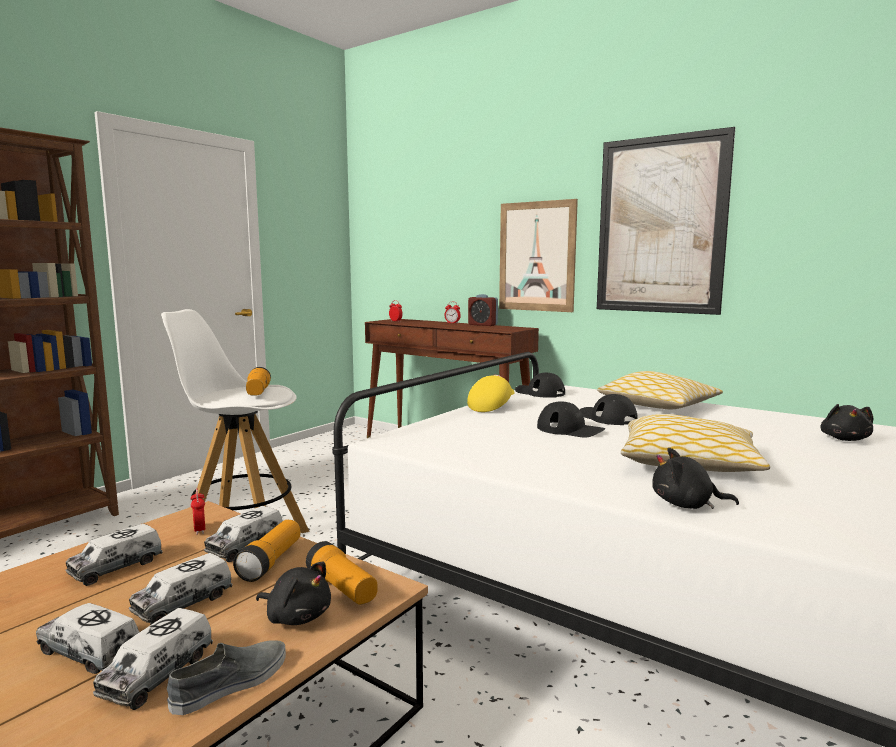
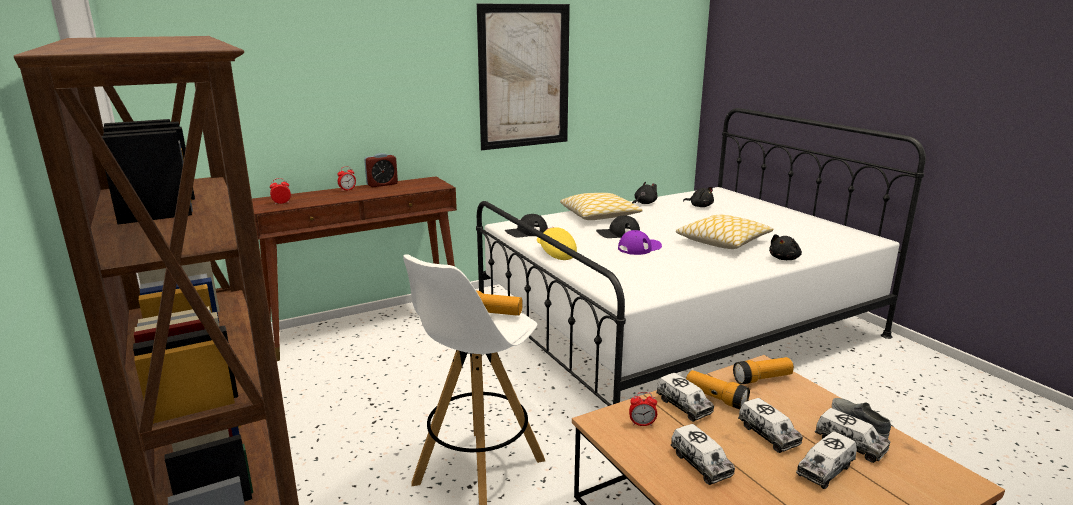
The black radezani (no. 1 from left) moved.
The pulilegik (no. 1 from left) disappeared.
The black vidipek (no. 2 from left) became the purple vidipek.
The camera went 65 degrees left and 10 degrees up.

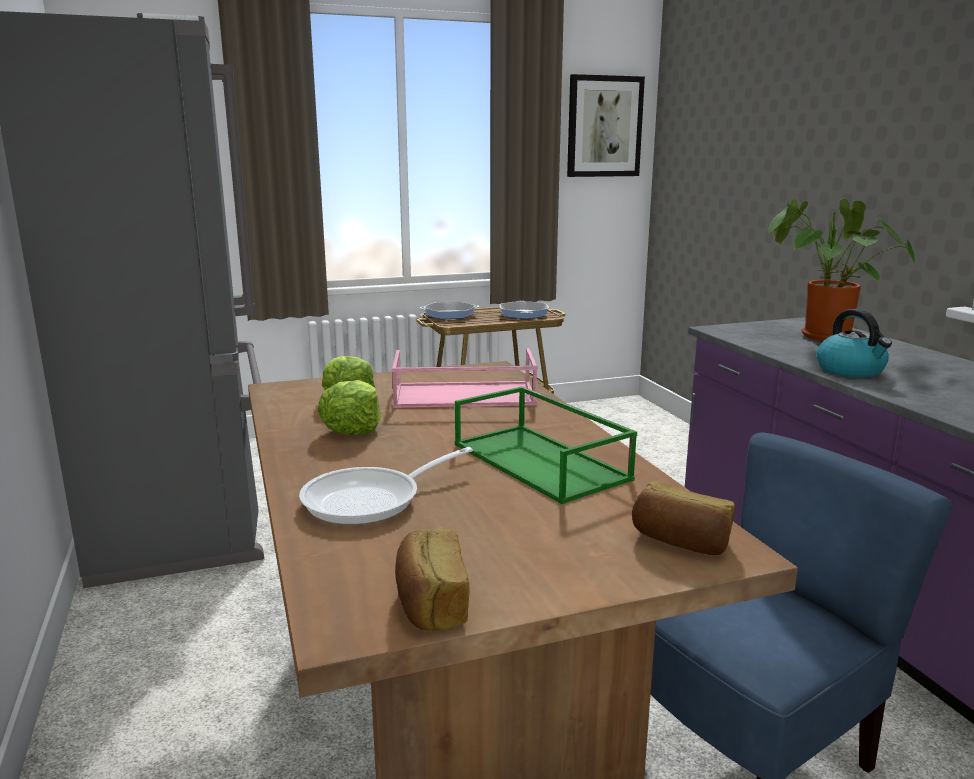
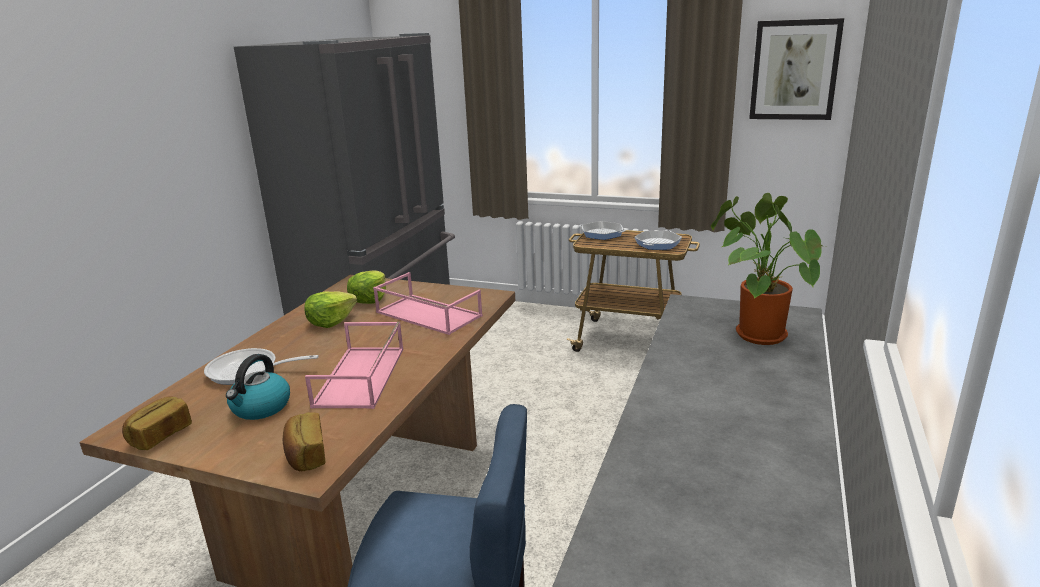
The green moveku became the pink moveku (no. 1 from left).
The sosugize moved.
The camera went 40 degrees right and 5 degrees up.

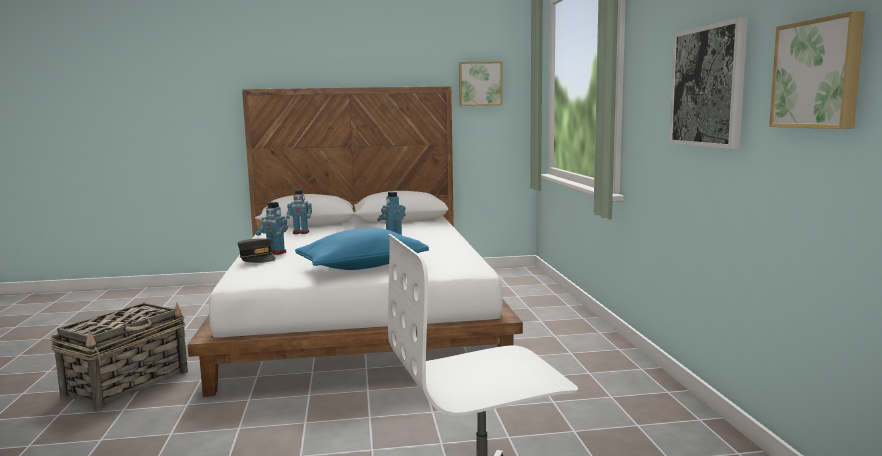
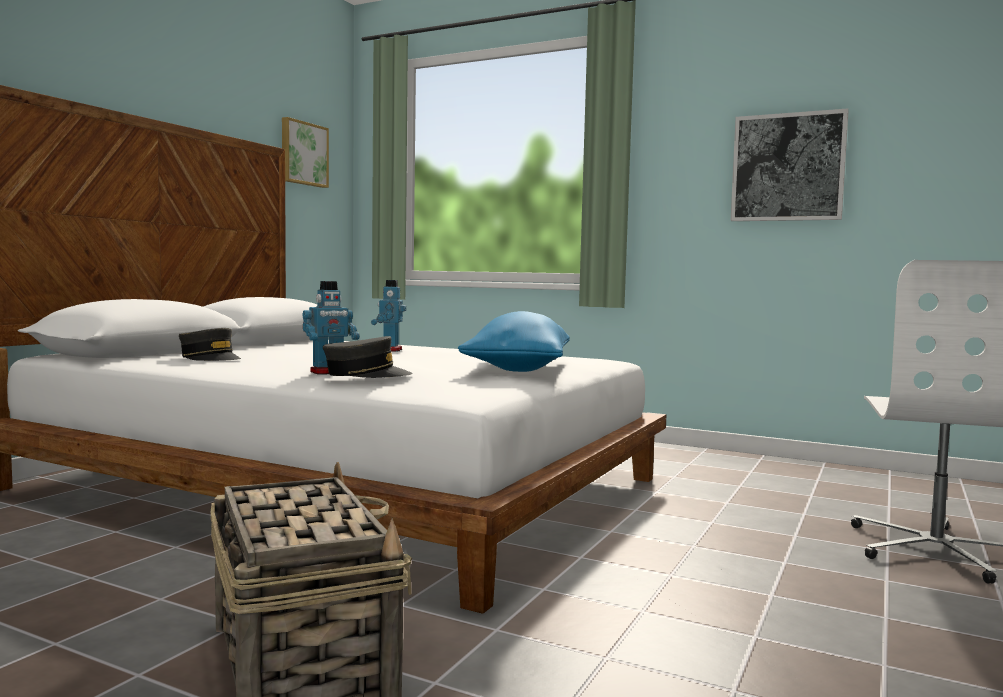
The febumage (no. 2 from left) was replaced by the grey vidipek (no. 1 from left).
The pulilegik (no. 3 from left) disappeared.
The camera went 55 degrees left and 5 degrees down.

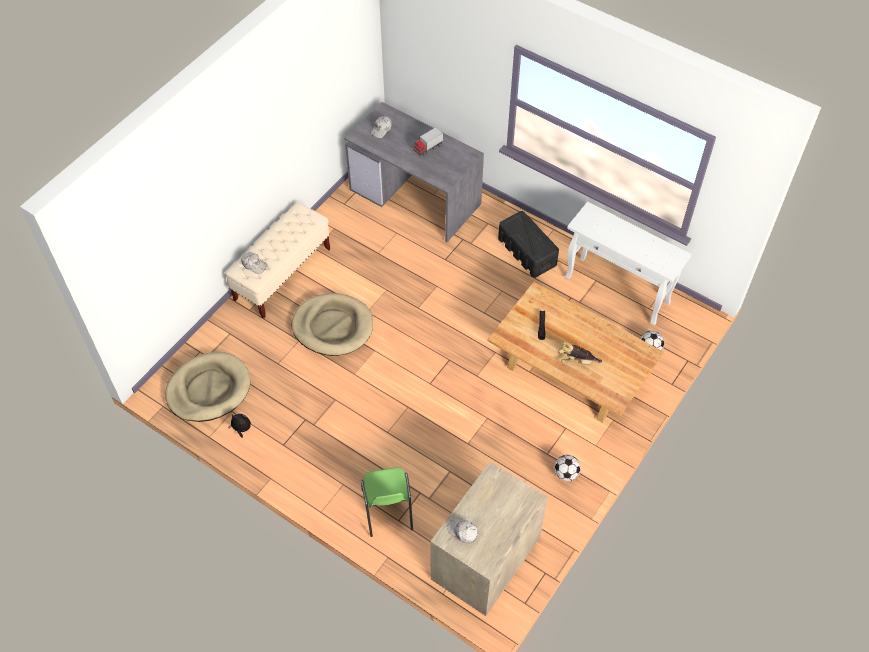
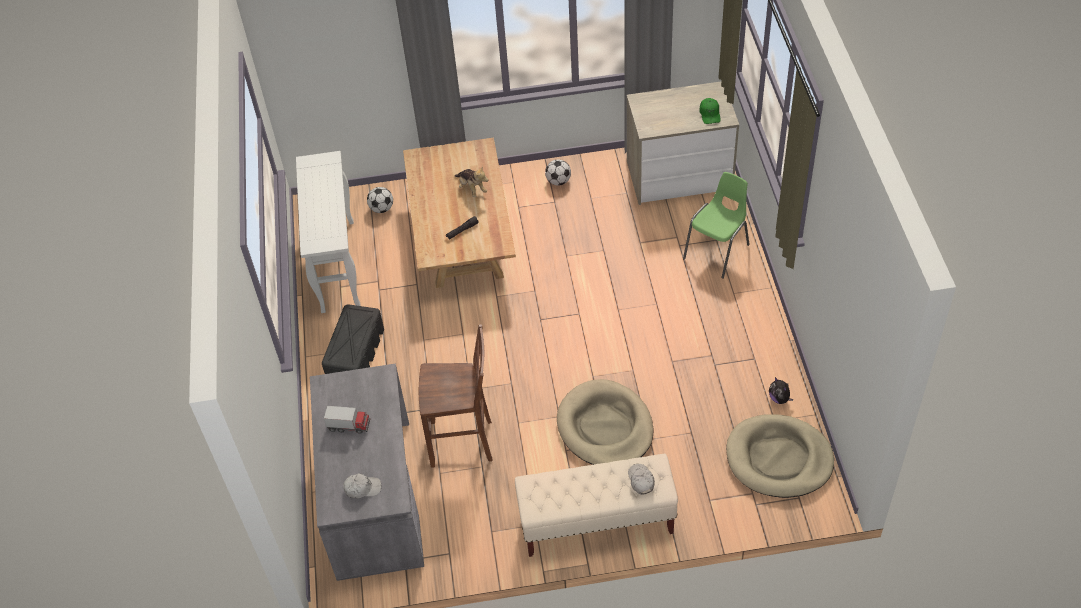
The white vidipek (no. 3 from left) became the green vidipek.
The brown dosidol appeared.
The camera went 130 degrees left and 5 degrees down.

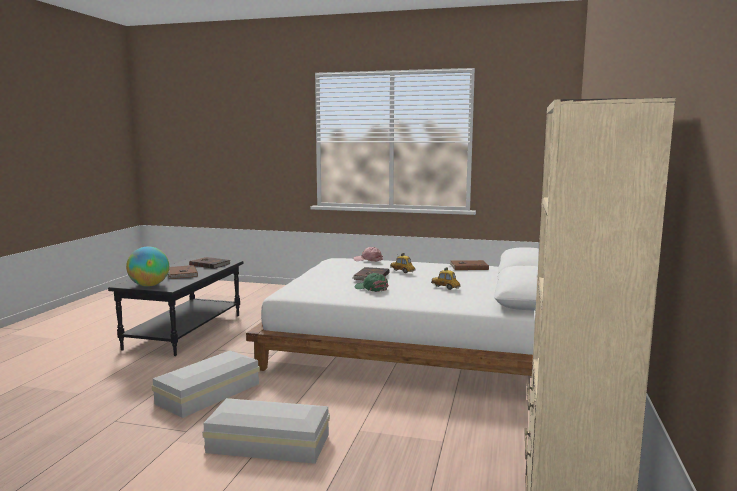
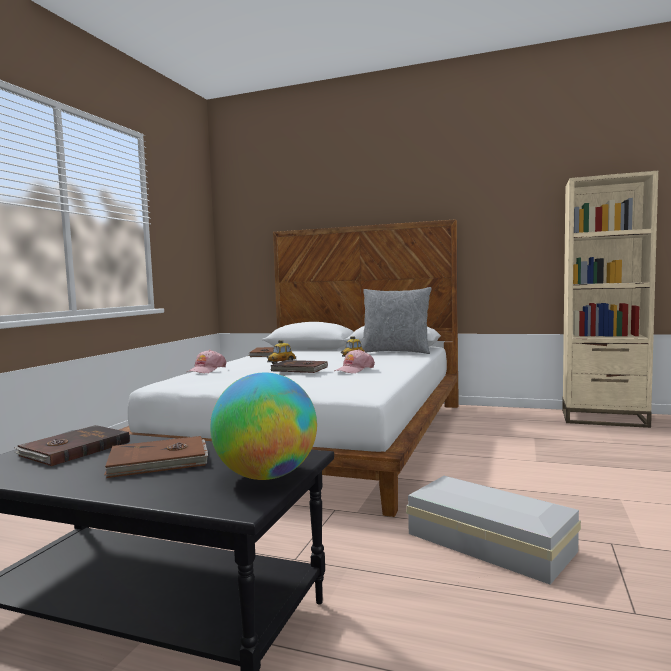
The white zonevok (no. 2 from left) disappeared.
The green vidipek became the pink vidipek (no. 2 from left).
The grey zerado appeared.
The camera went 85 degrees left and 5 degrees down.

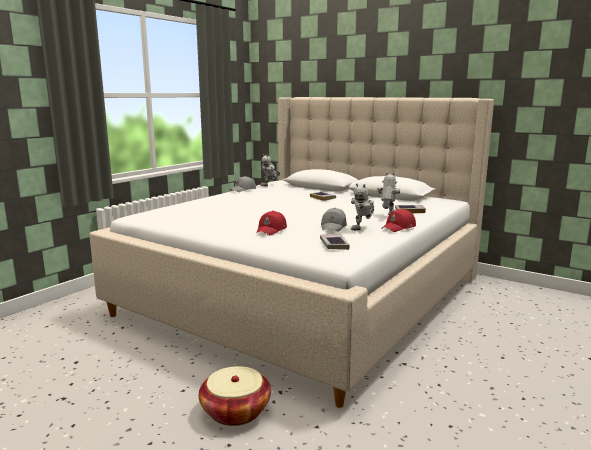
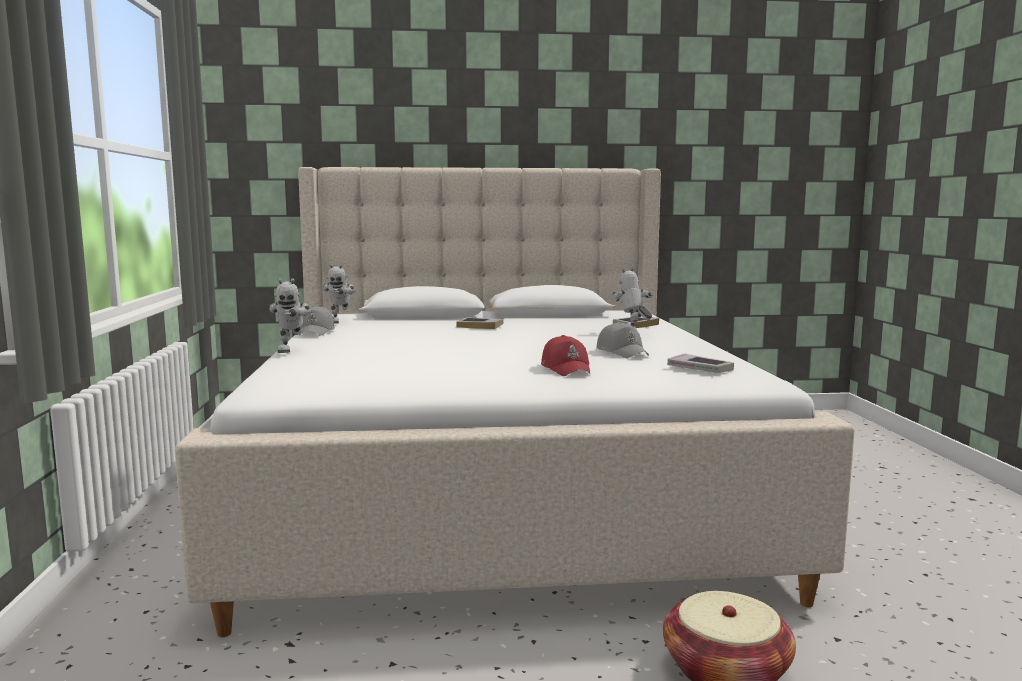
The febumage (no. 2 from left in the first image) moved.
The red vidipek (no. 2 from left) disappeared.
The camera went 40 degrees left and 5 degrees down.

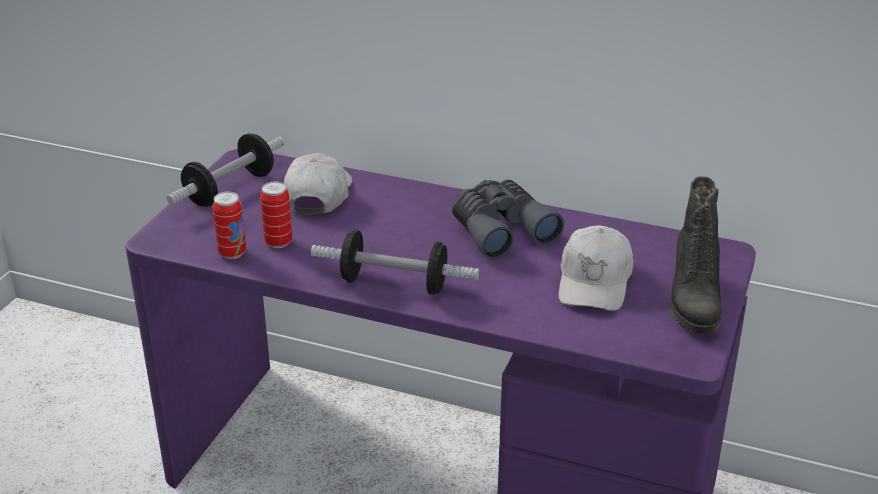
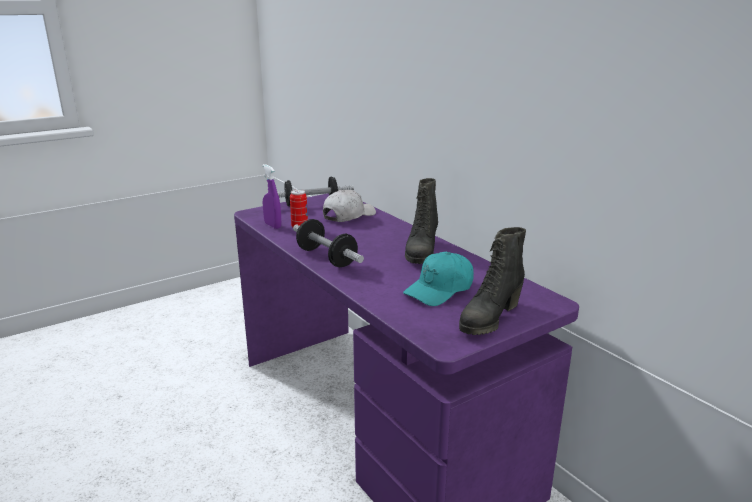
The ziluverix (no. 1 from left) was replaced by the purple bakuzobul.
The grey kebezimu was replaced by the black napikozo (no. 1 from left).
The white vidipek (no. 2 from left) became the turquoise vidipek.
The camera went 35 degrees right and 10 degrees down.

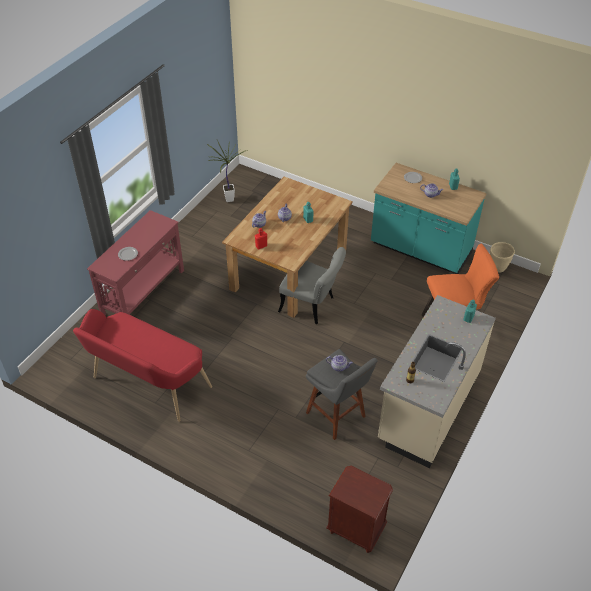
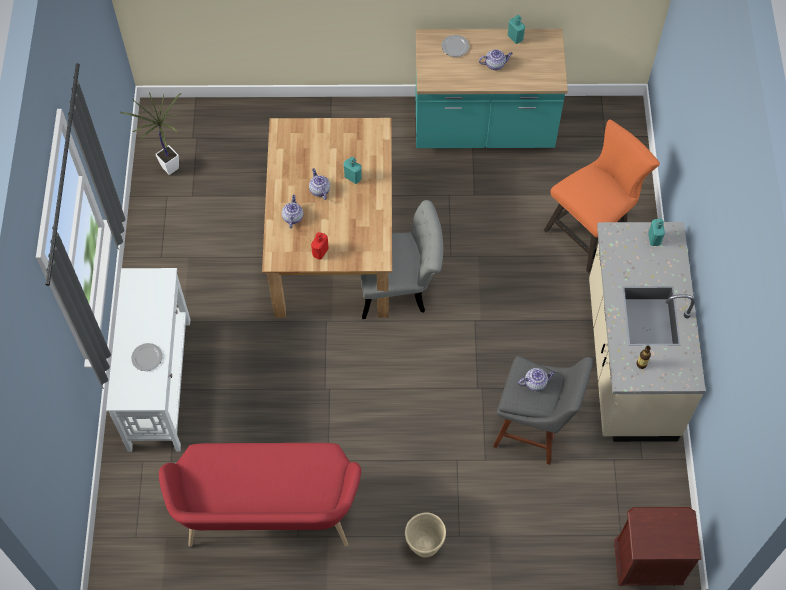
The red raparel became the white raparel.
The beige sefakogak moved.
The camera went 30 degrees left and 15 degrees up.

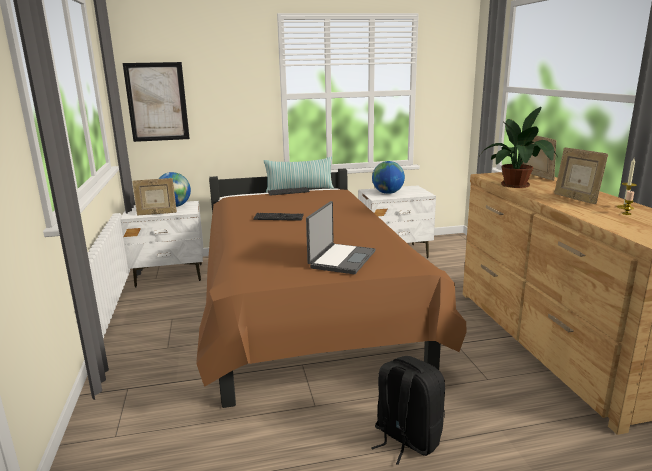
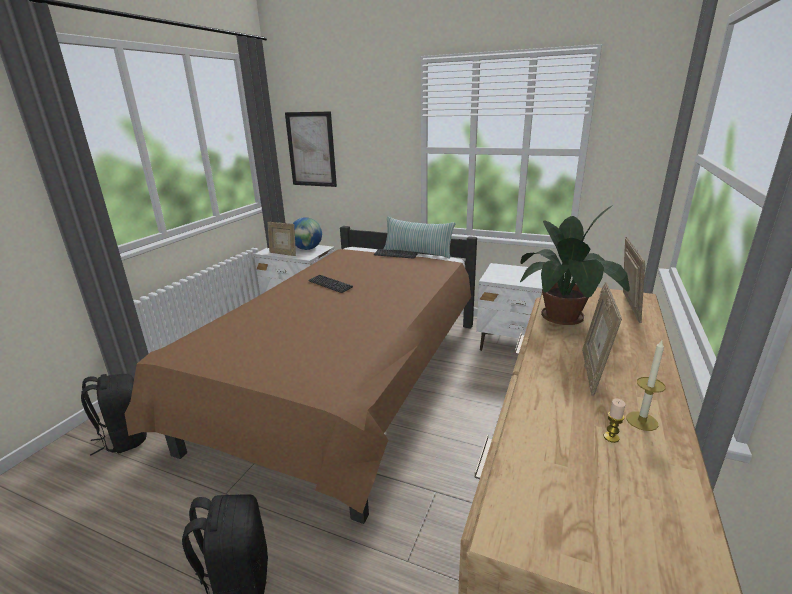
The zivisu disappeared.
The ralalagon (no. 2 from left) disappeared.
The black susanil (no. 1 from left) appeared.
The camera went 35 degrees right and 5 degrees up.

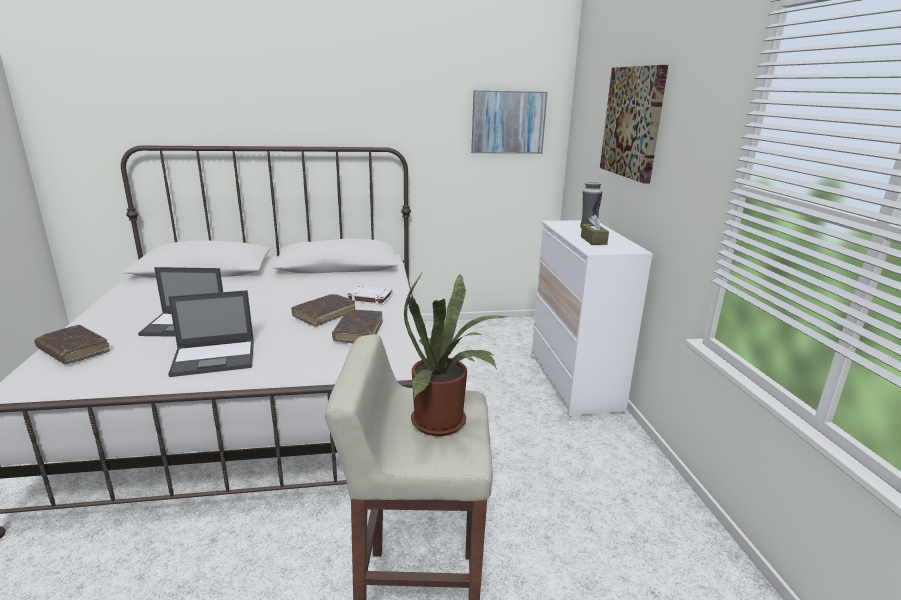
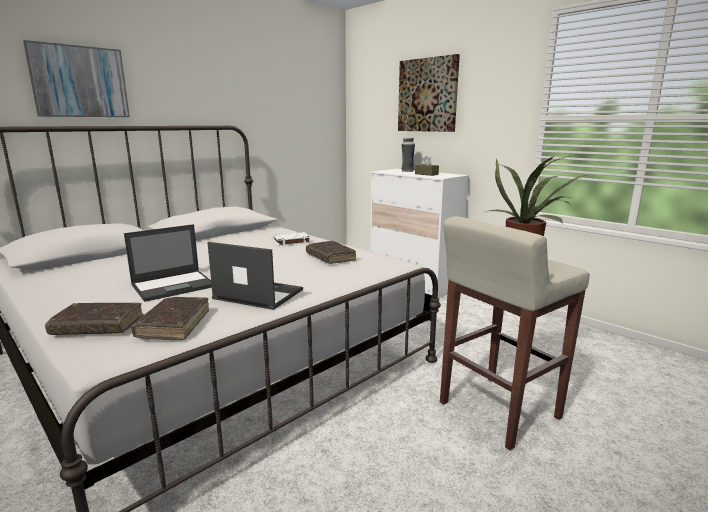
The zivisu (no. 2 from left) turned 105 degrees counterclockwise.
The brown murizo (no. 2 from left) moved.
The pulilegik (no. 1 from left) moved.
The camera went 35 degrees left and 5 degrees down.

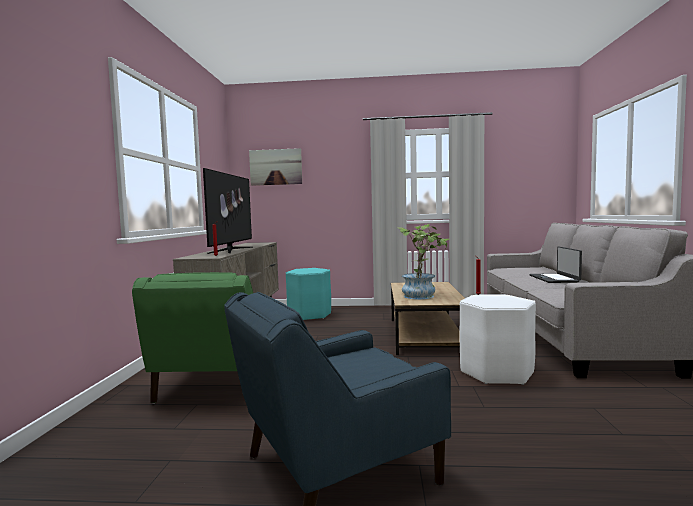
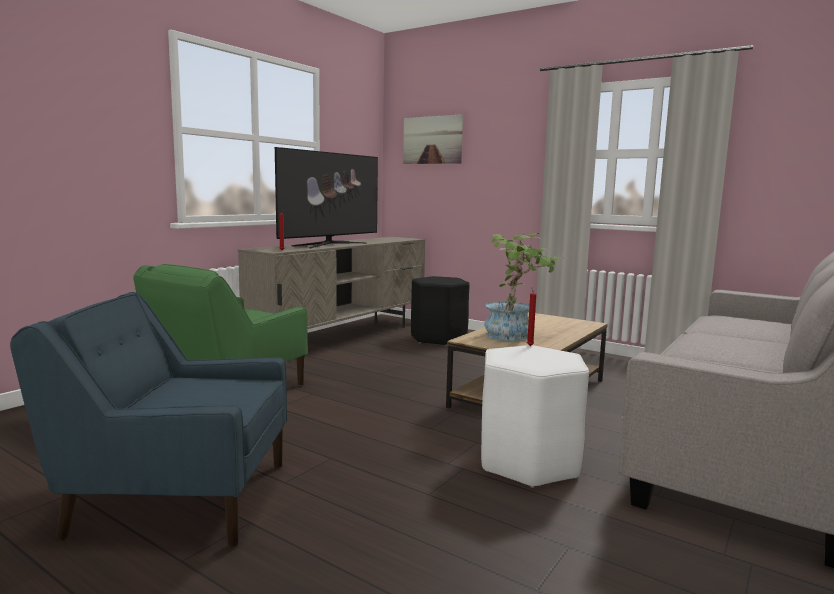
The turquoise dosidol became the black dosidol.
The zivisu disappeared.
The camera went 30 degrees right and 5 degrees up.

